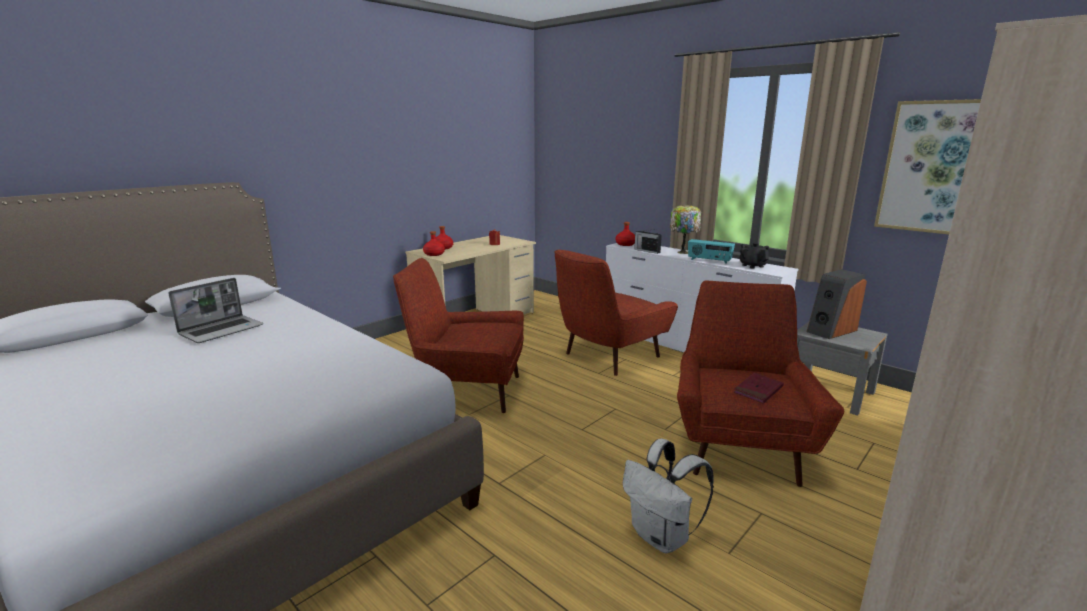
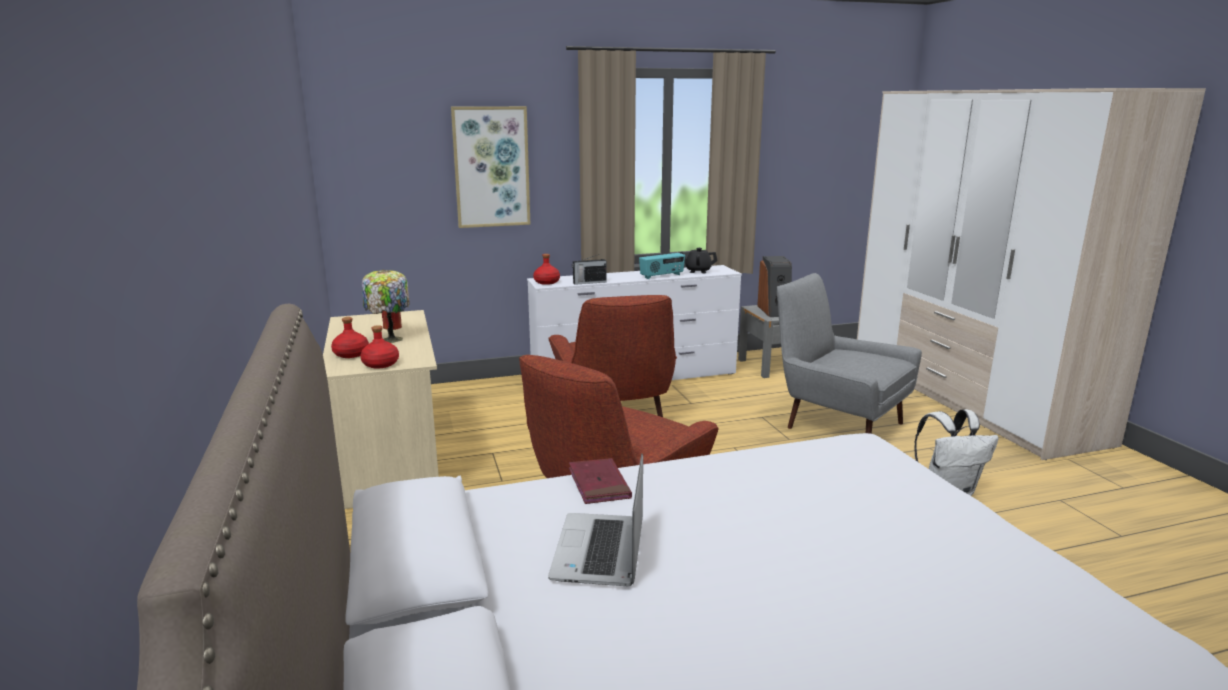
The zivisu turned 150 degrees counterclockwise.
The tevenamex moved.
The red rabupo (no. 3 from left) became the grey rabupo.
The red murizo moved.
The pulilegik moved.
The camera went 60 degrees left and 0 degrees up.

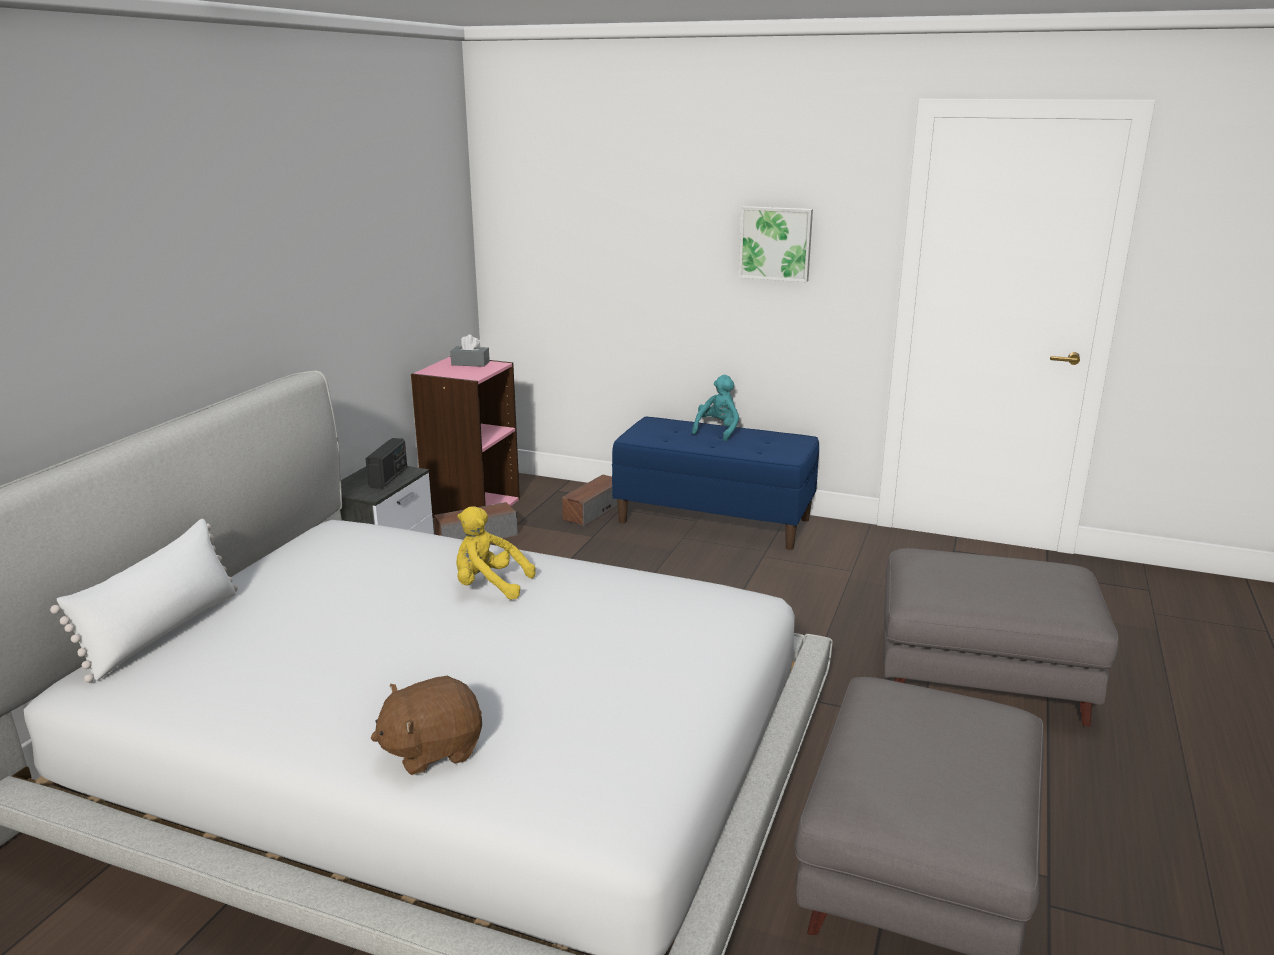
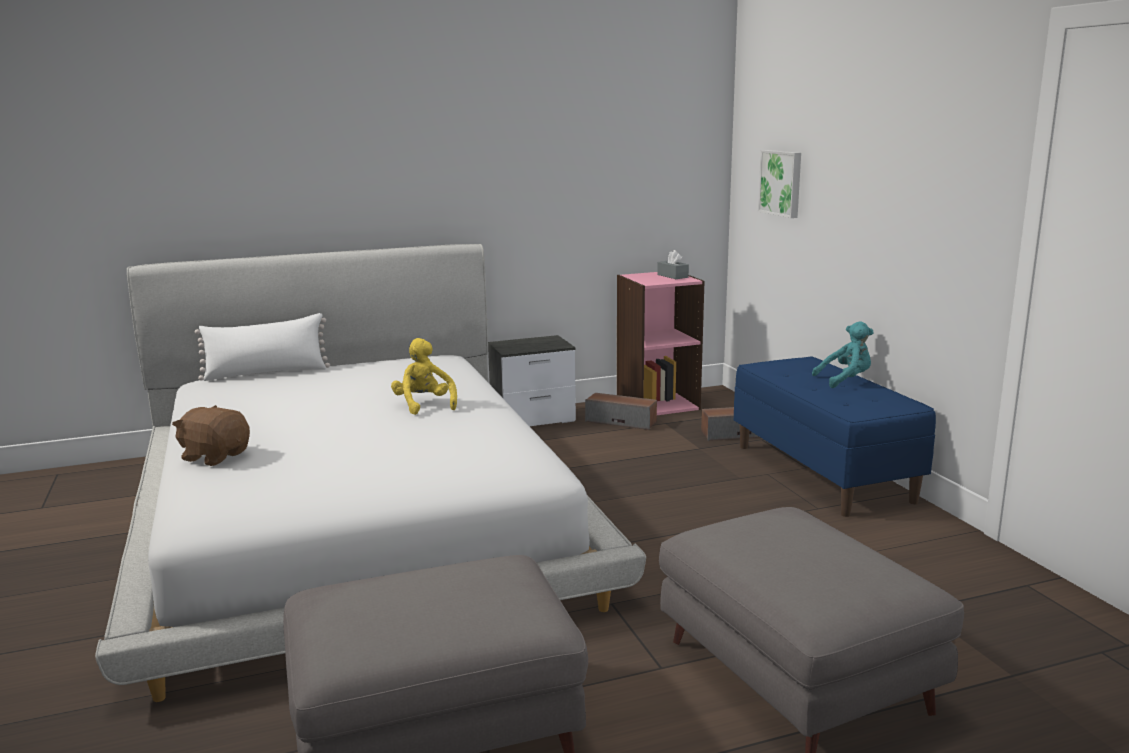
The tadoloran disappeared.
The pulilegik moved.
The camera went 50 degrees right and 5 degrees down.

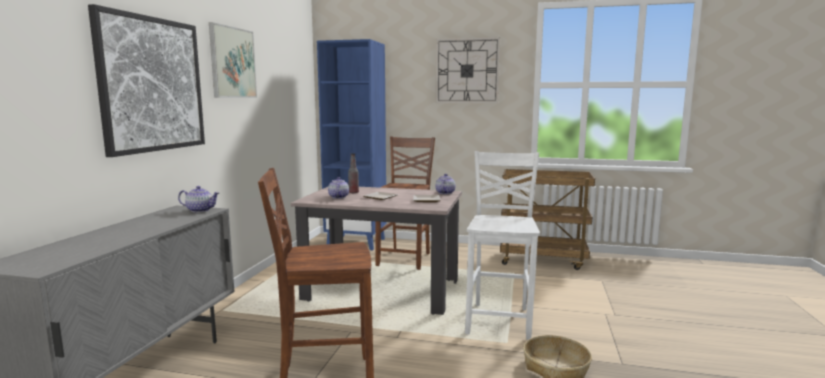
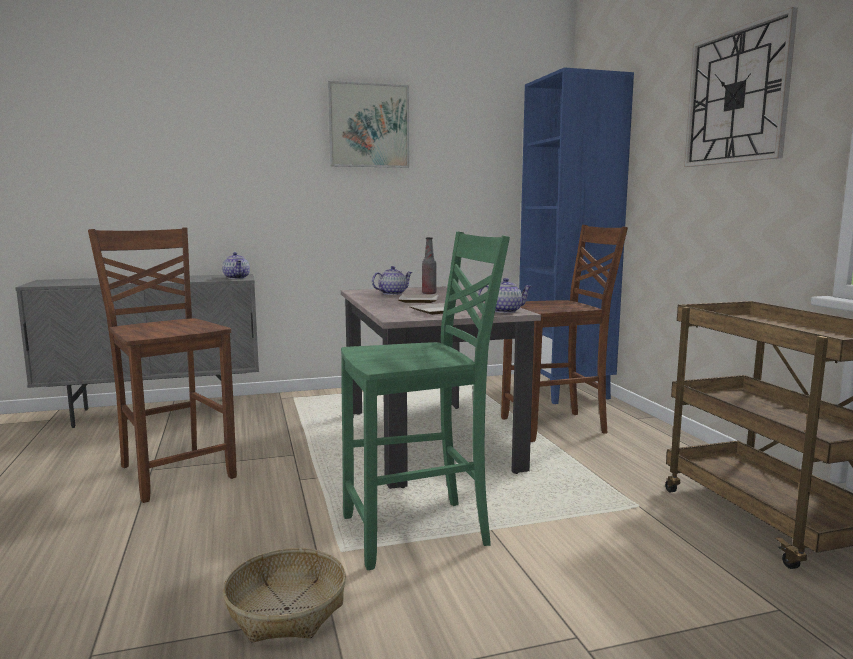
The pulilegik (no. 1 from left) disappeared.
The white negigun became the green negigun.
The camera went 60 degrees right and 0 degrees up.

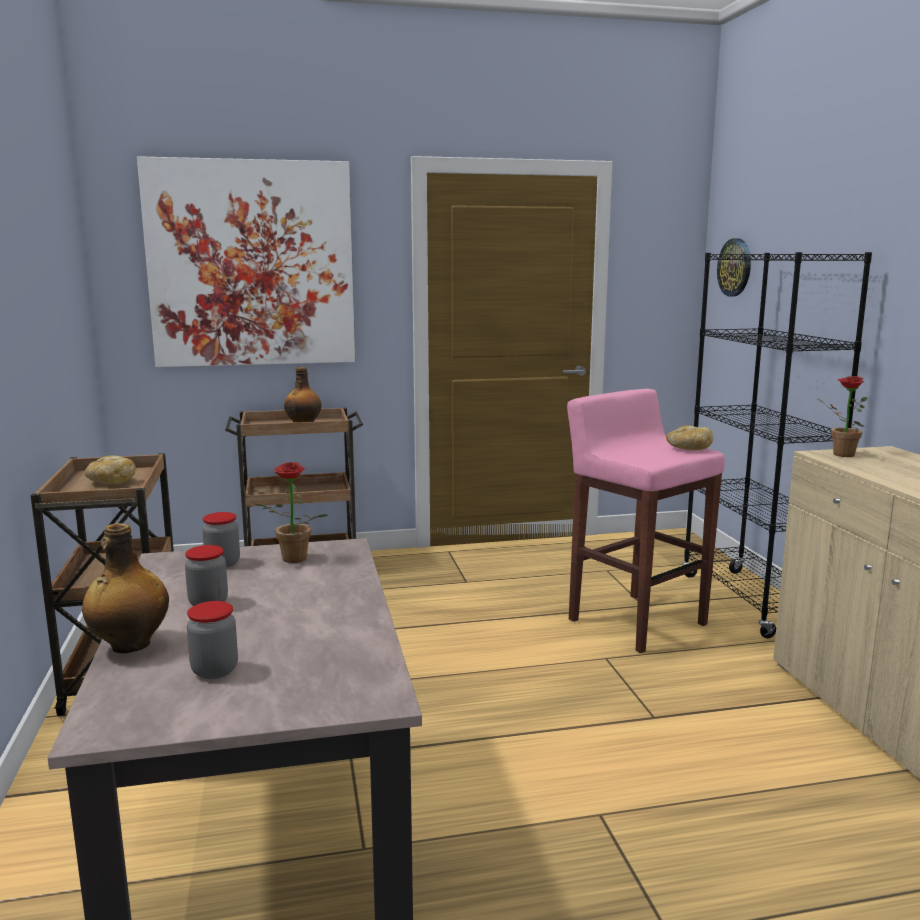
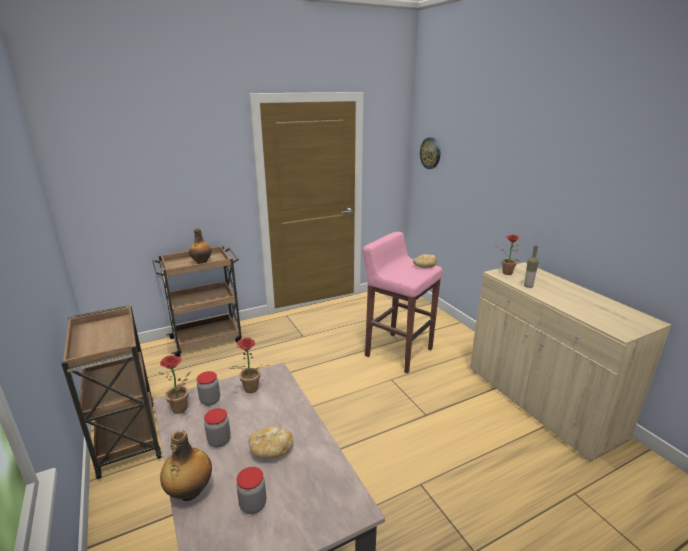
The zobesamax (no. 1 from left) moved.
The pulilegik disappeared.
The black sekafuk disappeared.
The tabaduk (no. 1 from left) appeared.
The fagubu (no. 3 from left) appeared.
The camera went 15 degrees left and 10 degrees up.

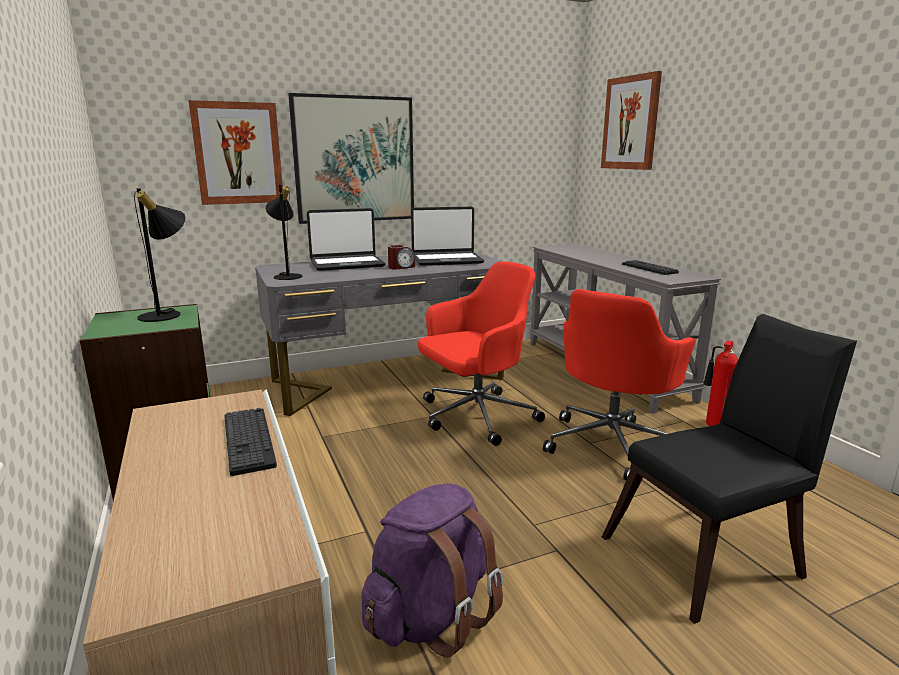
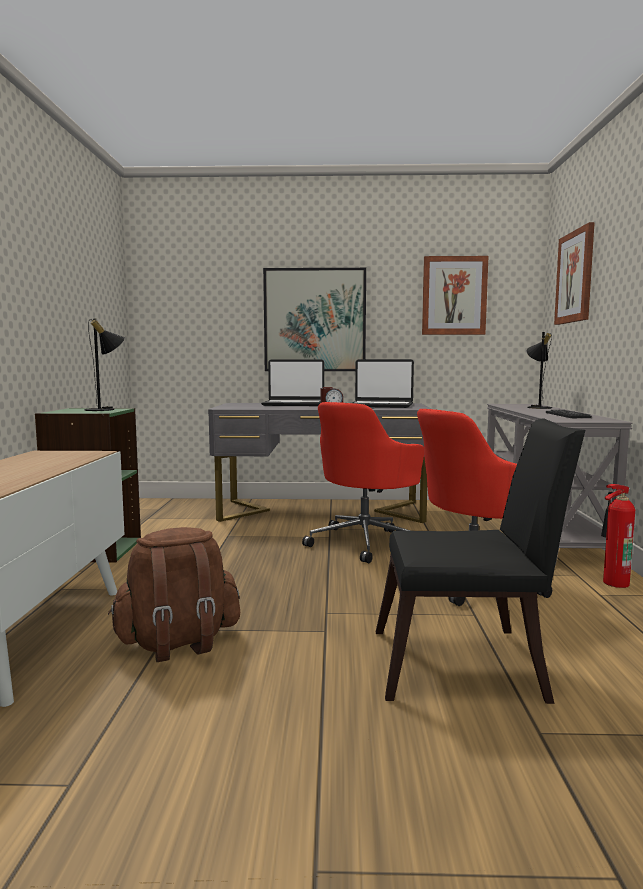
The pulilegik (no. 1 from left in the first image) moved.
The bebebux (no. 1 from left) disappeared.
The black tevenamex (no. 2 from left) moved.
The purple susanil became the brown susanil.
The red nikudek (no. 1 from left) turned 135 degrees clockwise.
The camera went 25 degrees right and 10 degrees down.

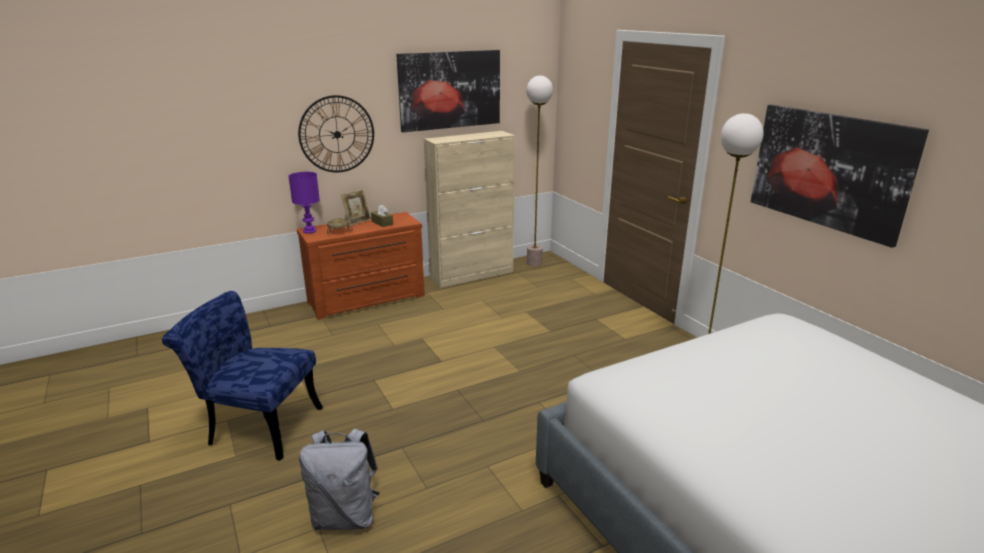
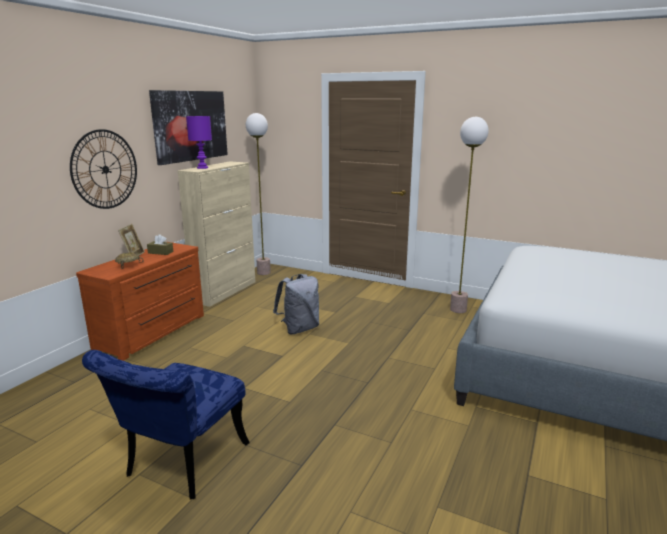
The blue negigun turned 45 degrees counterclockwise.
The purple tevenamex moved.
The grey susanil moved.
The pulilegik (no. 2 from left) disappeared.
The camera went 35 degrees left and 5 degrees down.

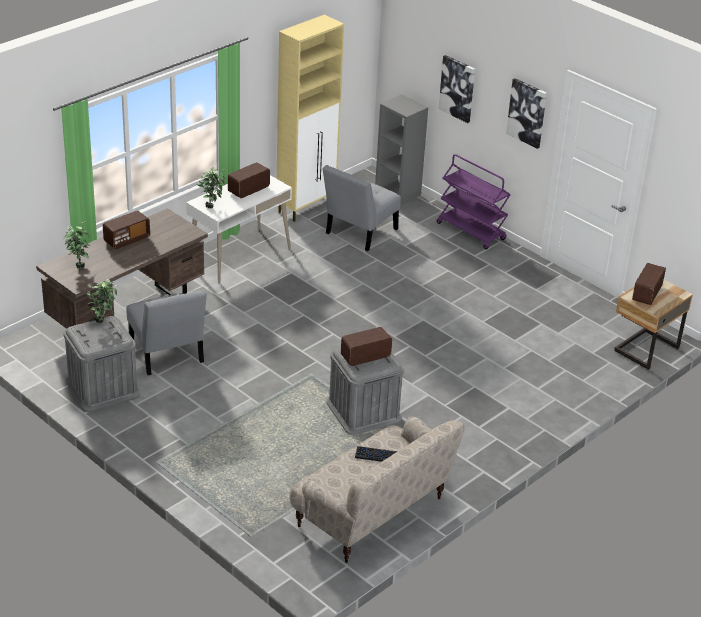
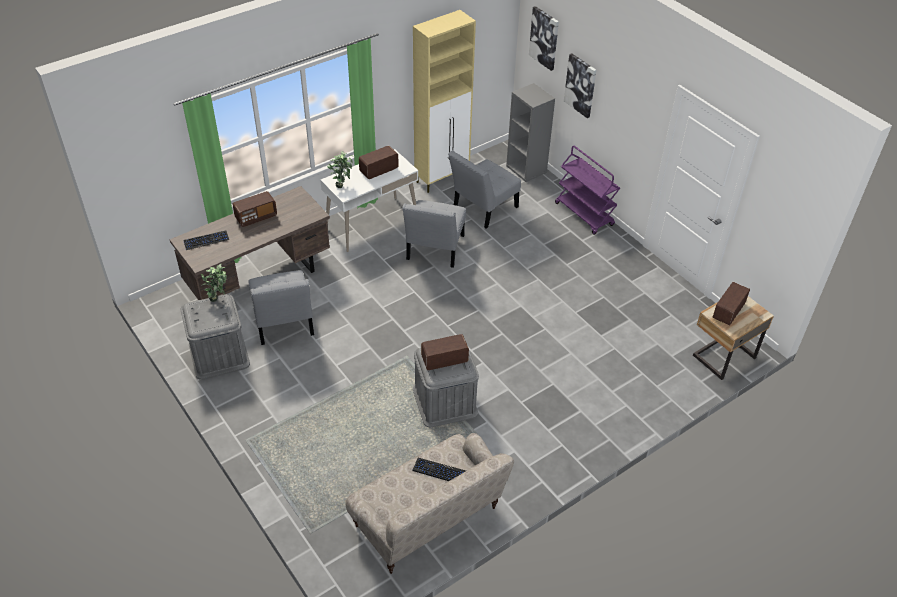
The tabaduk (no. 1 from left) was replaced by the bebebux (no. 1 from left).
The pulilegik (no. 2 from left in the first image) moved.
The grey negigun (no. 2 from left) appeared.
The camera went 10 degrees right and 10 degrees up.

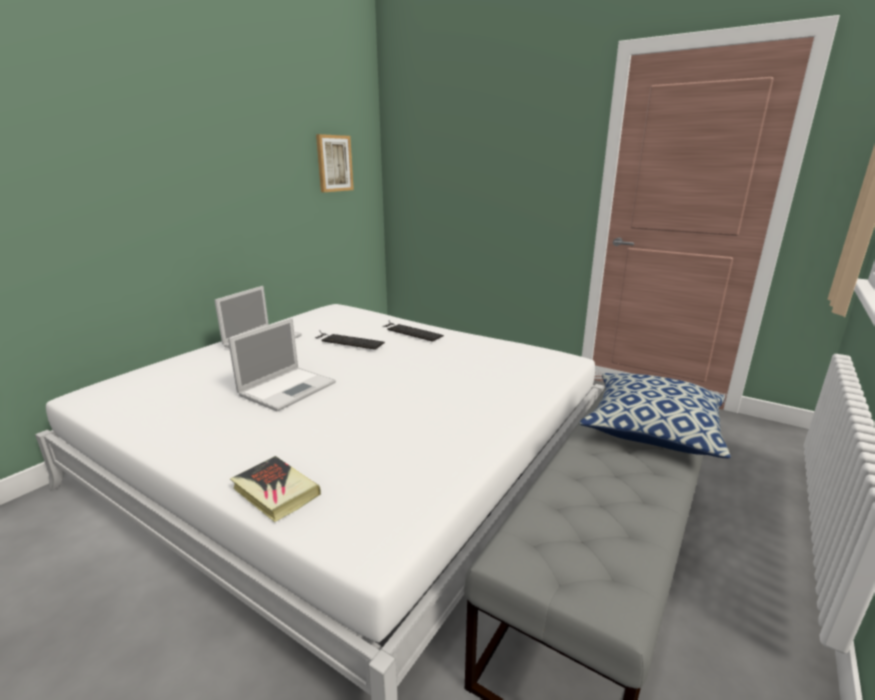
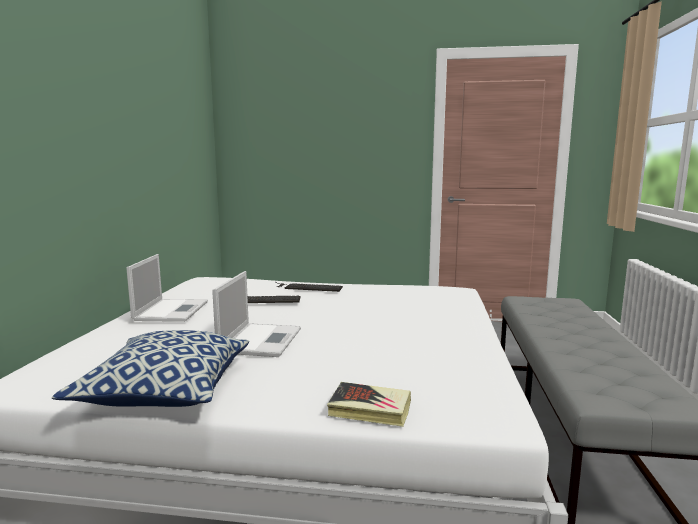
The pulilegik disappeared.
The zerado moved.
The camera went 25 degrees left and 10 degrees down.

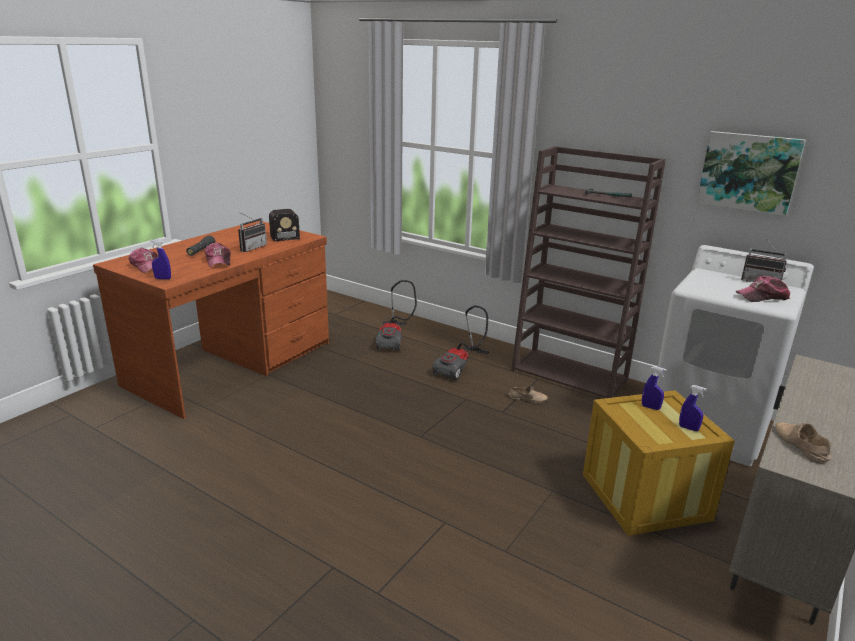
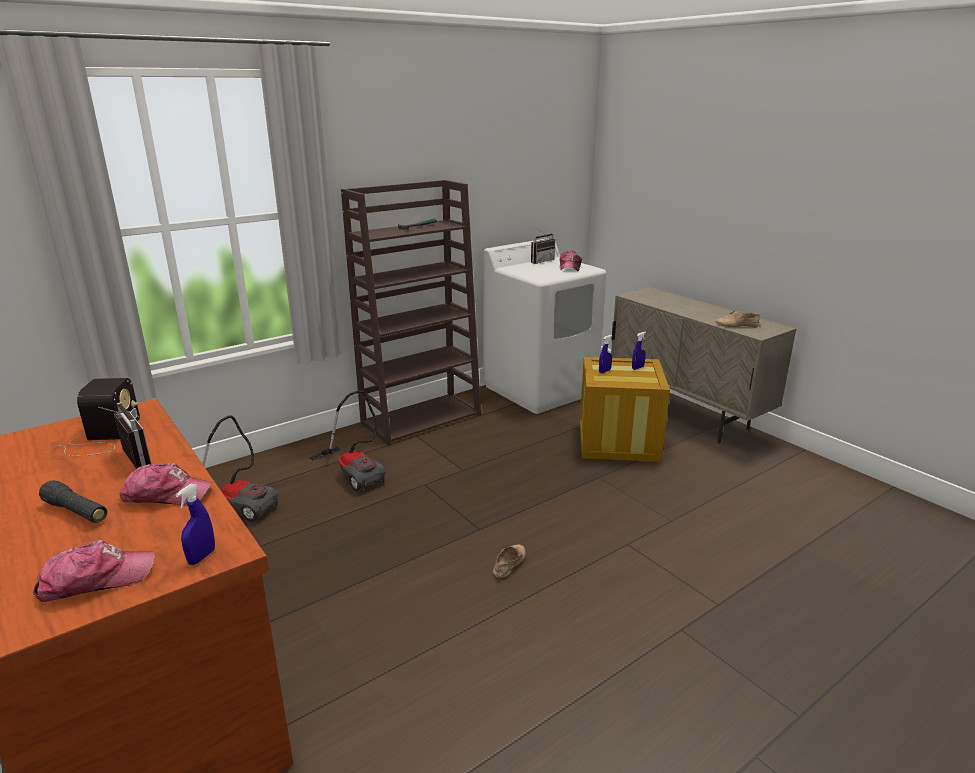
The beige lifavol (no. 1 from left) moved.
The pulilegik disappeared.
The camera went 70 degrees left and 0 degrees up.

